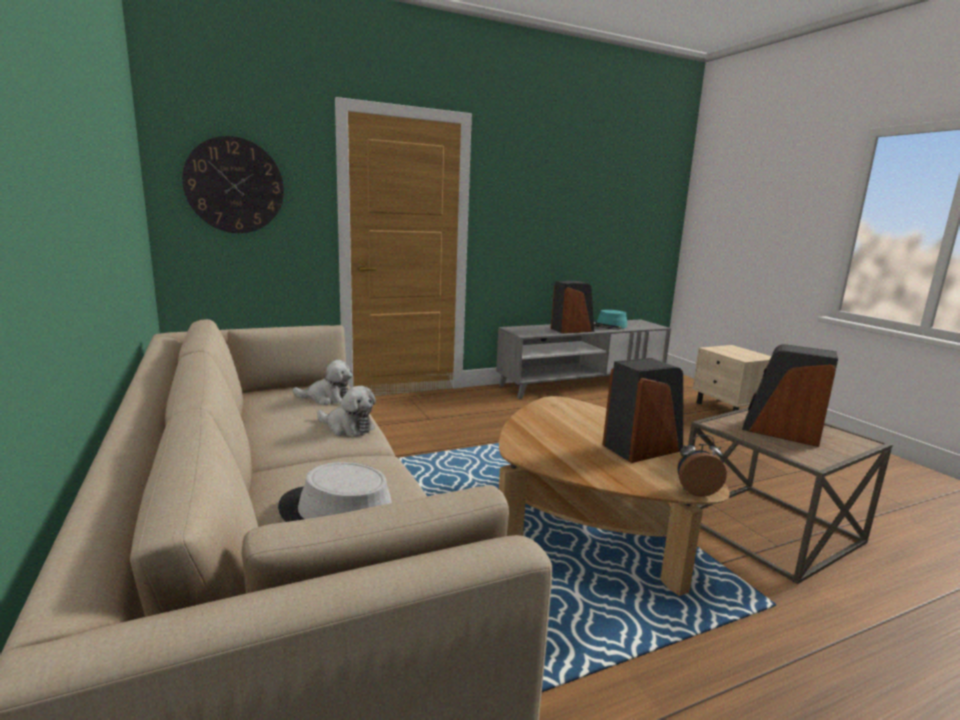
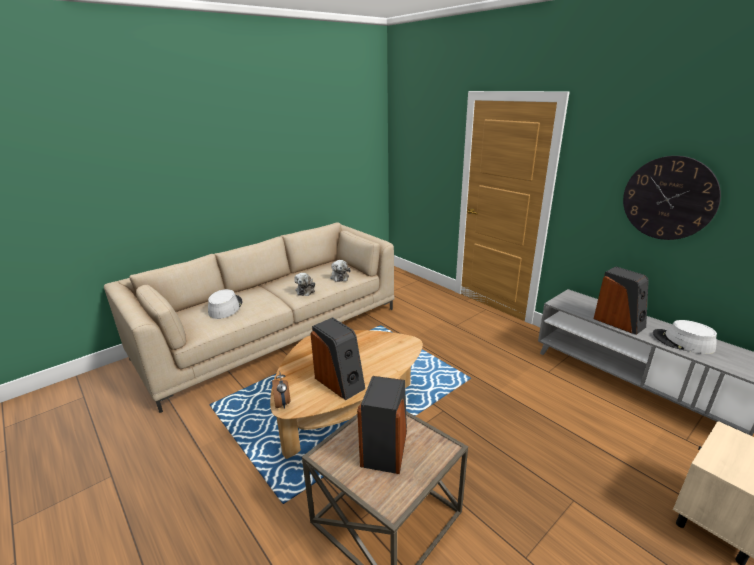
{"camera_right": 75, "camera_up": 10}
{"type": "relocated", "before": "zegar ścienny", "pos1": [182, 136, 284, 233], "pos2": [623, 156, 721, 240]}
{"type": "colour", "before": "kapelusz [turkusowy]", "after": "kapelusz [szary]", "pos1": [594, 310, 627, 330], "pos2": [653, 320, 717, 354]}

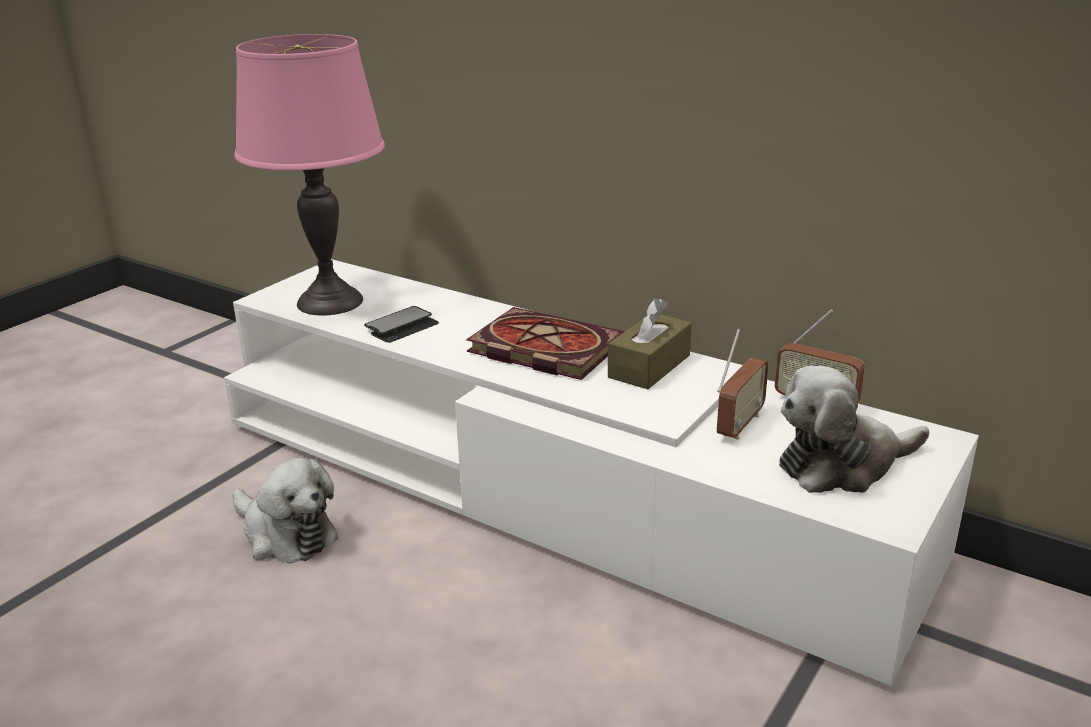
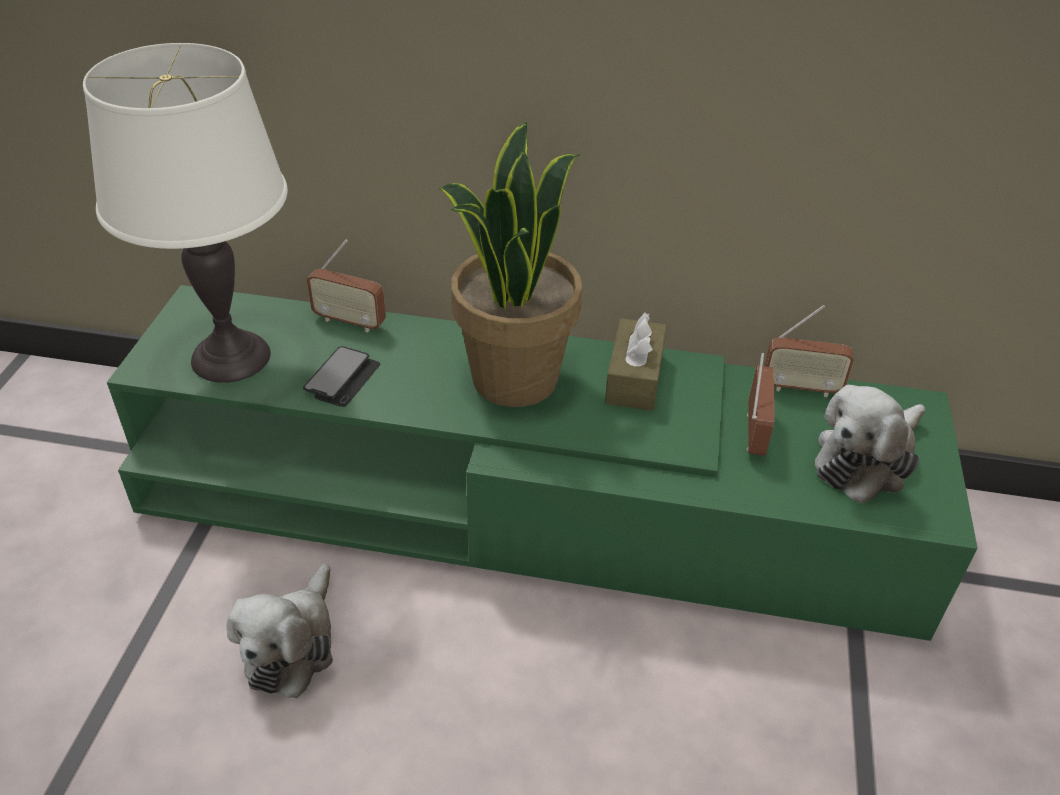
{"camera_right": -25, "camera_up": 15}
{"type": "colour", "before": "lampa stołowa [różowy]", "after": "lampa stołowa [biały]", "pos1": [234, 34, 385, 316], "pos2": [83, 43, 288, 383]}
{"type": "colour", "before": "szafka pod telewizor [biały]", "after": "szafka pod telewizor [zielony]", "pos1": [224, 259, 979, 686], "pos2": [107, 285, 978, 641]}
{"type": "exchanged", "before": "książka", "after": "roślina doniczkowa", "pos1": [466, 307, 624, 380], "pos2": [439, 122, 582, 407]}
{"type": "spun", "before": "pluszak", "pos1": [232, 458, 338, 563], "pos2": [226, 563, 333, 698], "turn": 90}
{"type": "appeared", "after": "radio", "pos2": [307, 239, 386, 333]}

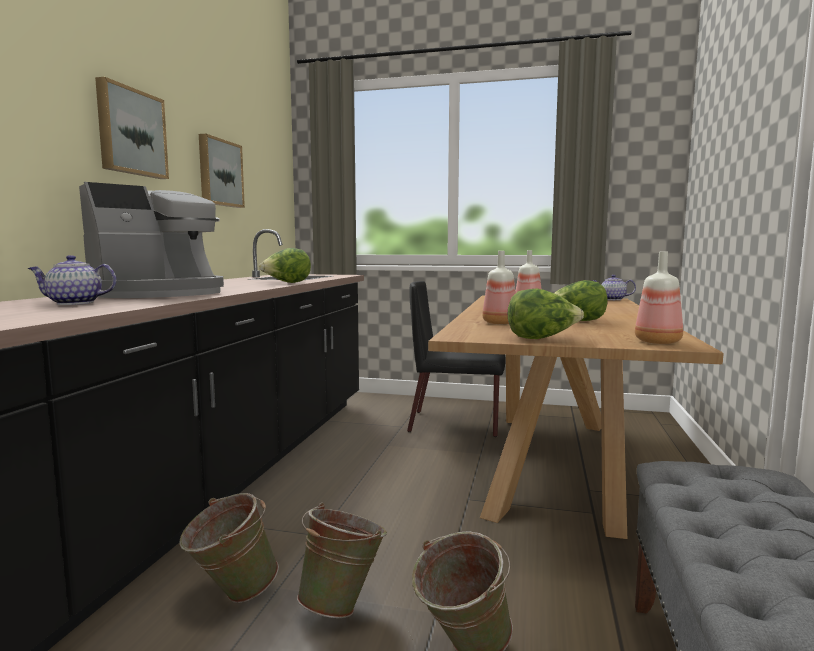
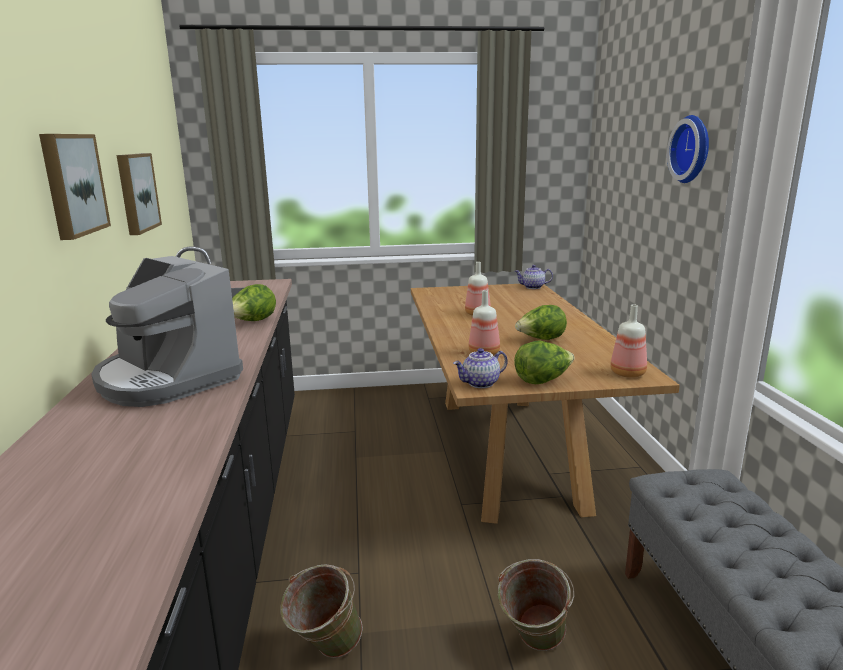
{"camera_right": -20, "camera_up": 10}
{"type": "spun", "before": "ekspres do kawy", "pos1": [79, 182, 224, 298], "pos2": [91, 256, 243, 407], "turn": 105}
{"type": "relocated", "before": "imbryk", "pos1": [28, 255, 117, 305], "pos2": [453, 348, 508, 388]}
{"type": "missing", "before": "krzesło [czarny]", "pos1": [407, 281, 506, 437]}
{"type": "missing", "before": "wiadro [zielony]", "pos1": [297, 503, 387, 618]}
{"type": "appeared", "after": "zegar ścienny", "pos2": [667, 115, 709, 183]}

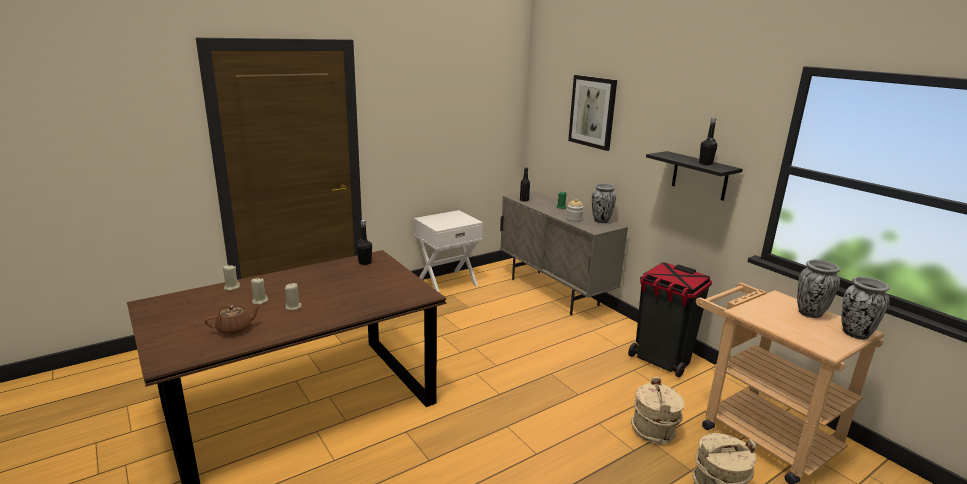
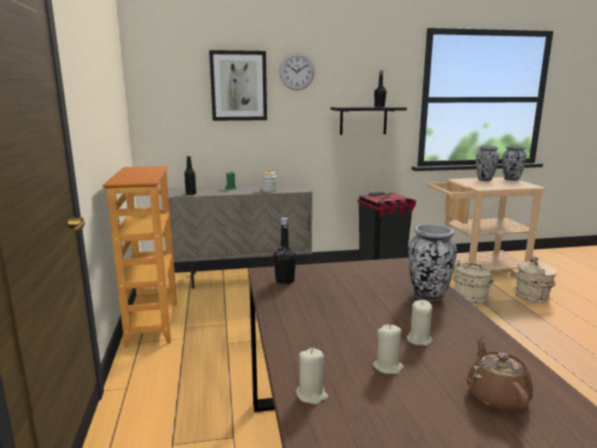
{"camera_right": -65, "camera_up": -5}
{"type": "relocated", "before": "wazon", "pos1": [592, 184, 616, 223], "pos2": [408, 224, 457, 301]}
{"type": "exchanged", "before": "szafka nocna [biały]", "after": "regał", "pos1": [414, 210, 483, 293], "pos2": [103, 166, 177, 347]}
{"type": "appeared", "after": "zegar ścienny", "pos2": [279, 53, 314, 90]}

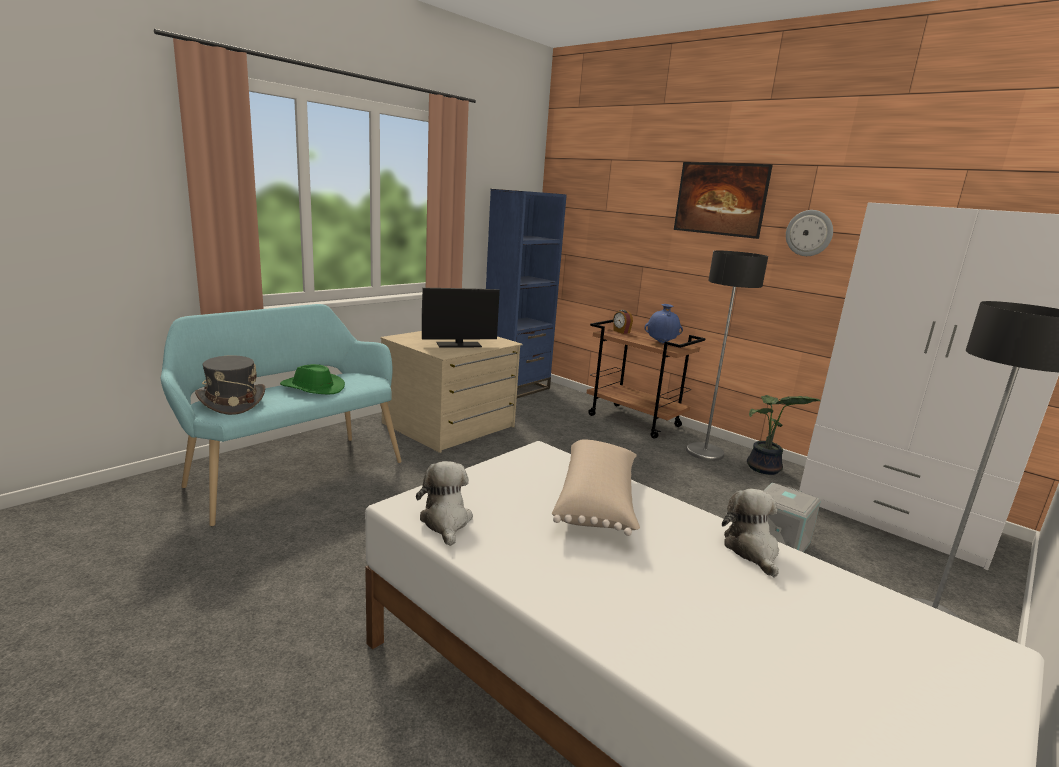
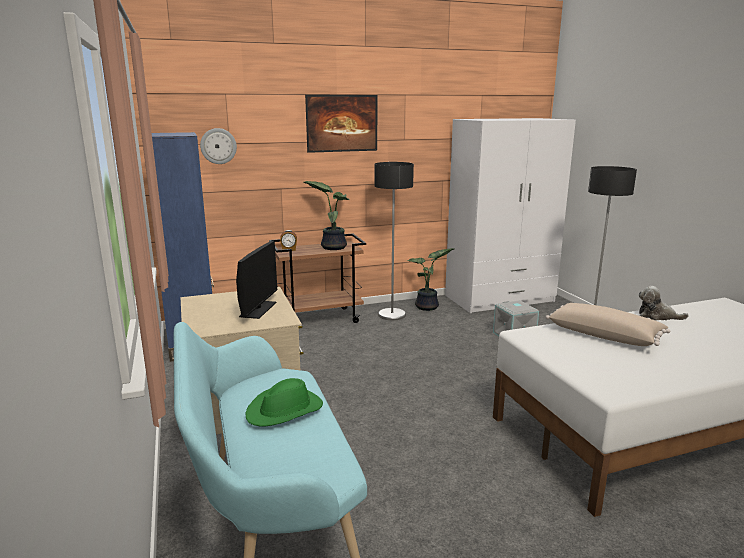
{"camera_right": -60, "camera_up": 0}
{"type": "relocated", "before": "zegar ścienny", "pos1": [786, 210, 833, 256], "pos2": [200, 128, 237, 164]}
{"type": "exchanged", "before": "wazon [niebieski]", "after": "roślina doniczkowa", "pos1": [645, 304, 683, 343], "pos2": [303, 181, 349, 250]}
{"type": "missing", "before": "kapelusz [szary]", "pos1": [195, 355, 265, 415]}
{"type": "missing", "before": "pluszak", "pos1": [416, 461, 473, 546]}

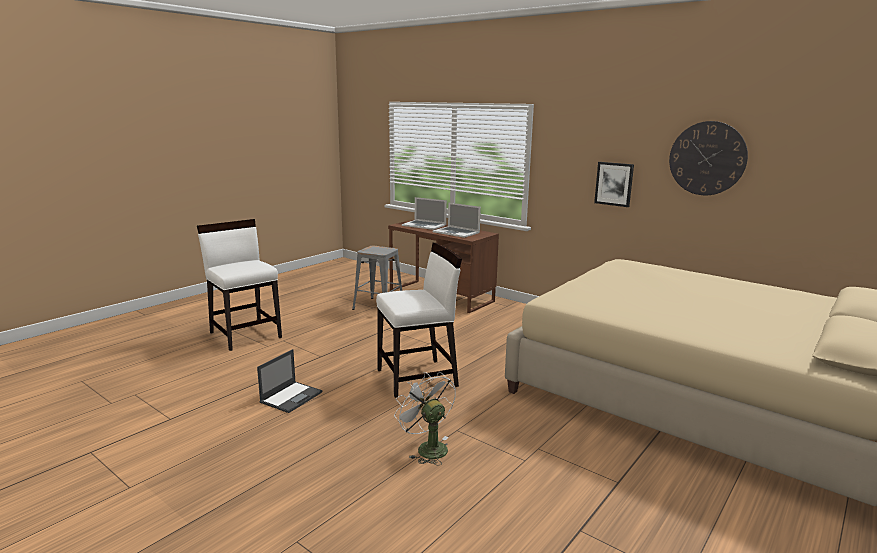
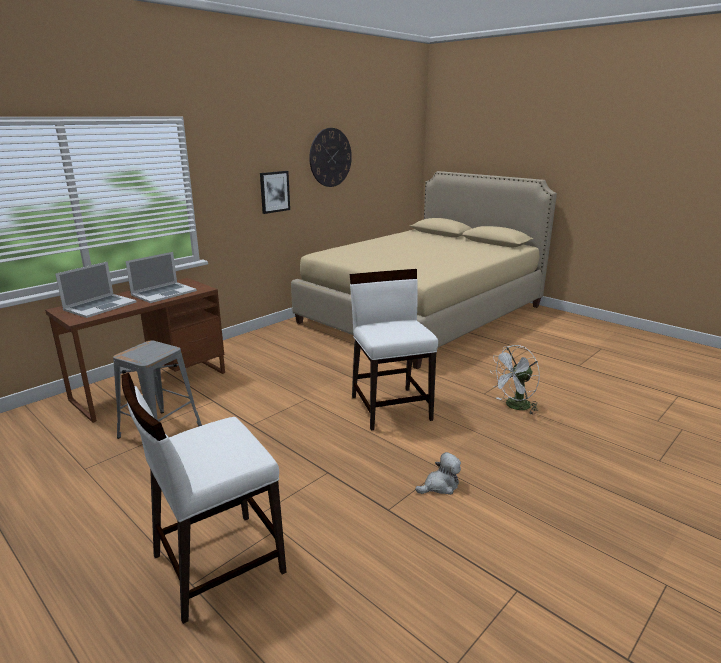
{"camera_right": -85, "camera_up": 5}
{"type": "exchanged", "before": "laptop", "after": "pluszak", "pos1": [257, 349, 322, 413], "pos2": [415, 452, 461, 495]}

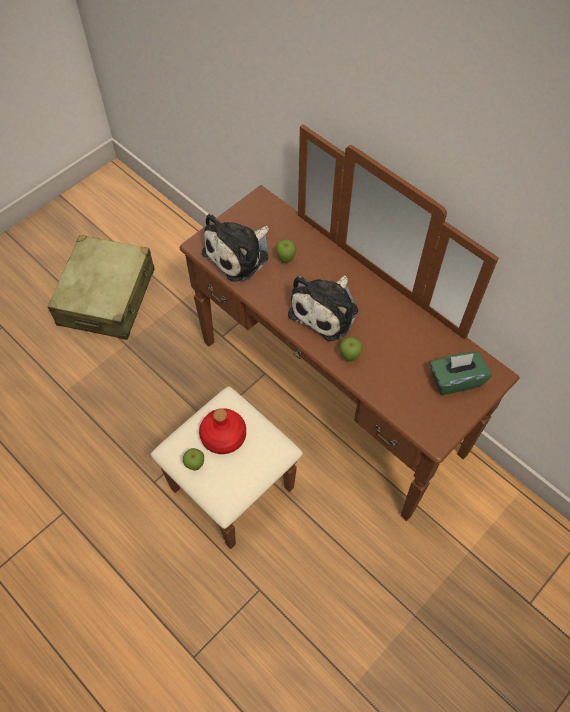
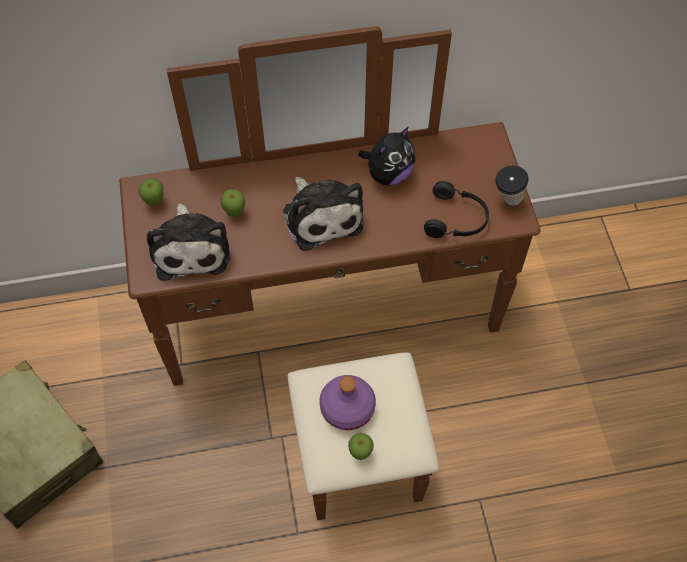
{"camera_right": -55, "camera_up": 0}
{"type": "relocated", "before": "jabłko", "pos1": [340, 337, 363, 362], "pos2": [139, 178, 163, 206]}
{"type": "missing", "before": "pudełko chusteczek [zielony]", "pos1": [430, 352, 492, 395]}
{"type": "colour", "before": "butelka [czerwony]", "after": "butelka [fioletowy]", "pos1": [199, 408, 246, 454], "pos2": [319, 375, 376, 430]}
{"type": "appeared", "after": "pluszak", "pos2": [358, 126, 415, 185]}
{"type": "appeared", "after": "filiżanka", "pos2": [495, 165, 529, 206]}
{"type": "appeared", "after": "słuchawki [czarny]", "pos2": [424, 181, 489, 238]}

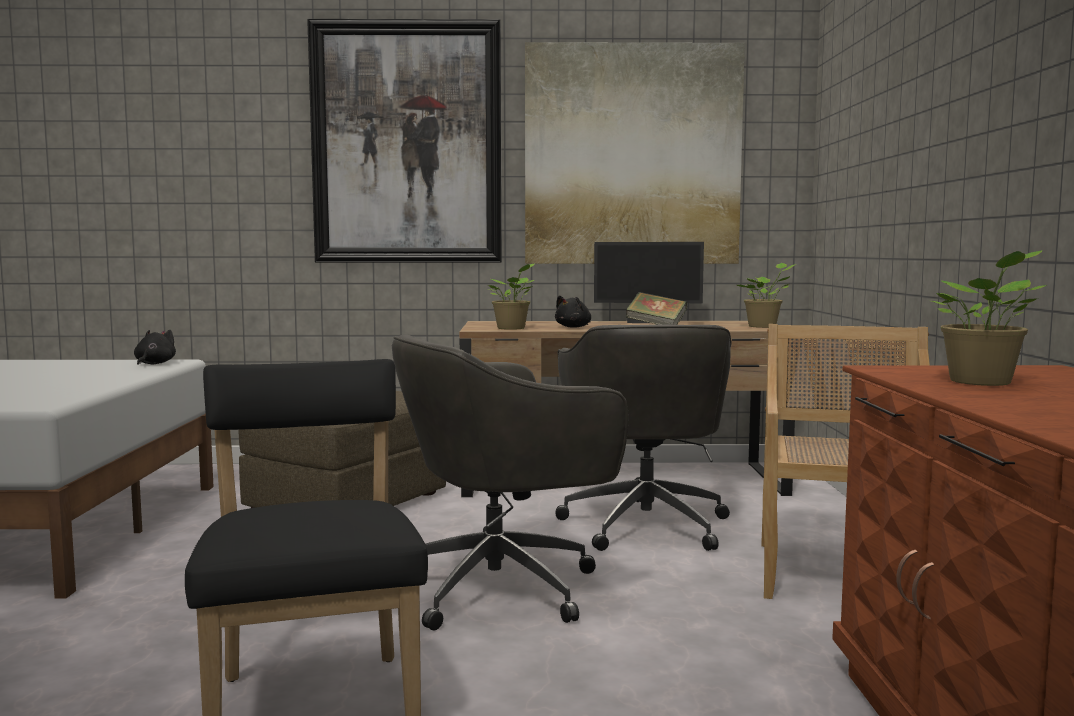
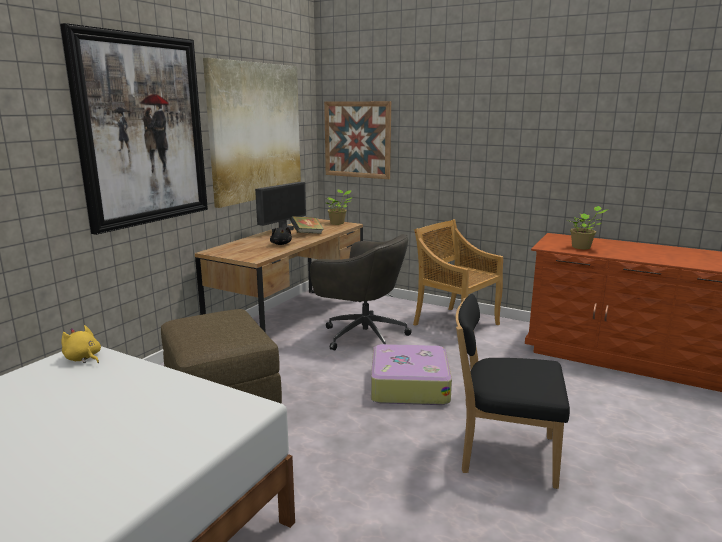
{"camera_right": -60, "camera_up": 10}
{"type": "missing", "before": "roślina doniczkowa", "pos1": [488, 263, 535, 330]}
{"type": "colour", "before": "pluszak [czarny]", "after": "pluszak [żółty]", "pos1": [134, 330, 176, 365], "pos2": [61, 325, 101, 363]}
{"type": "exchanged", "before": "krzesło biurowe [szary]", "after": "walizka", "pos1": [392, 334, 628, 631], "pos2": [371, 344, 452, 405]}
{"type": "appeared", "after": "obraz", "pos2": [324, 101, 391, 179]}

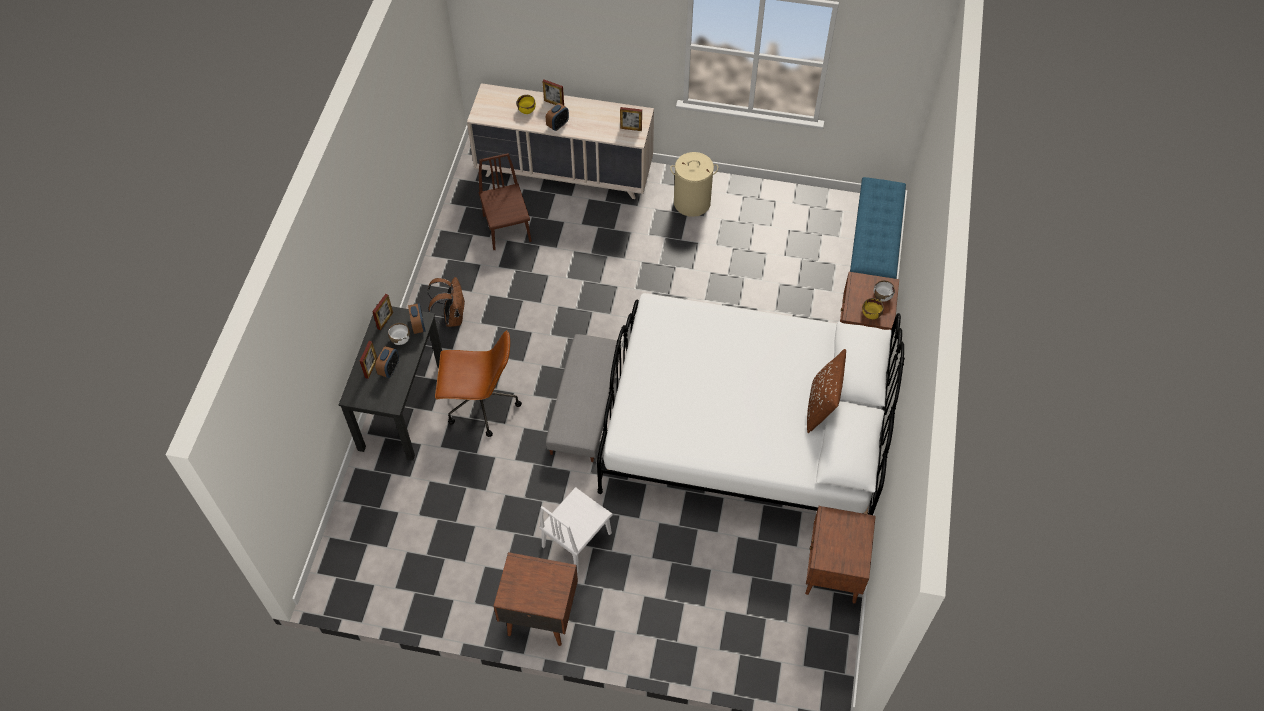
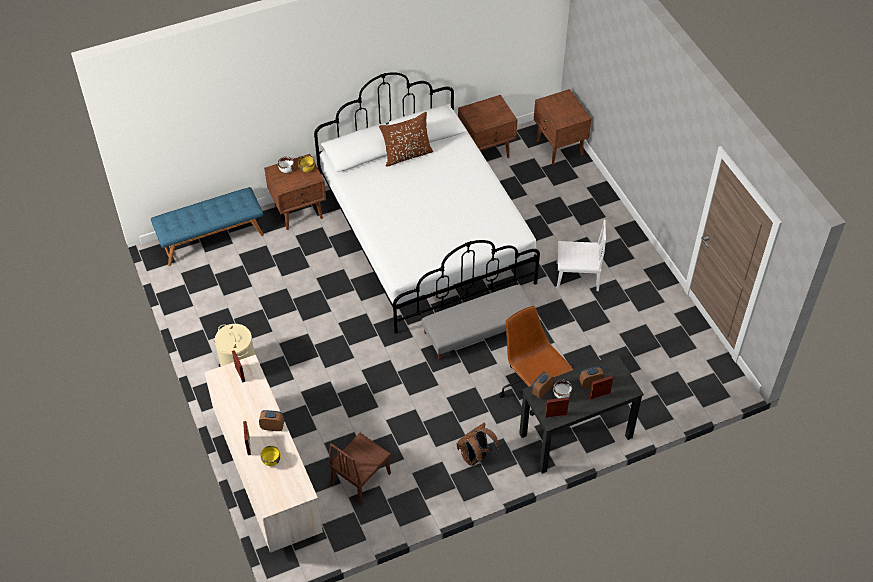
{"camera_right": -125, "camera_up": -5}
{"type": "relocated", "before": "szafka nocna [brązowy]", "pos1": [493, 552, 578, 646], "pos2": [534, 89, 591, 165]}

